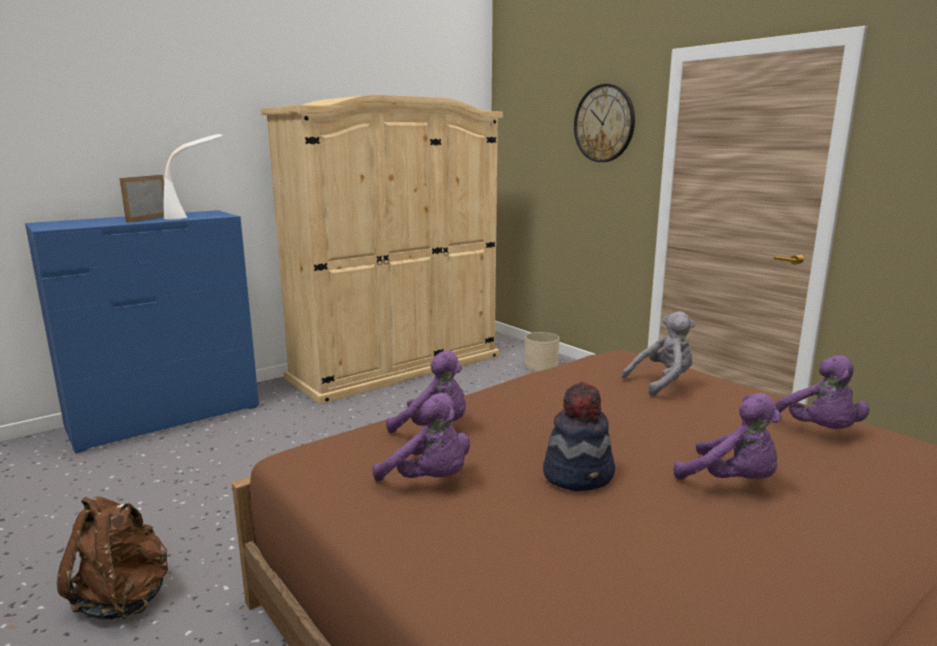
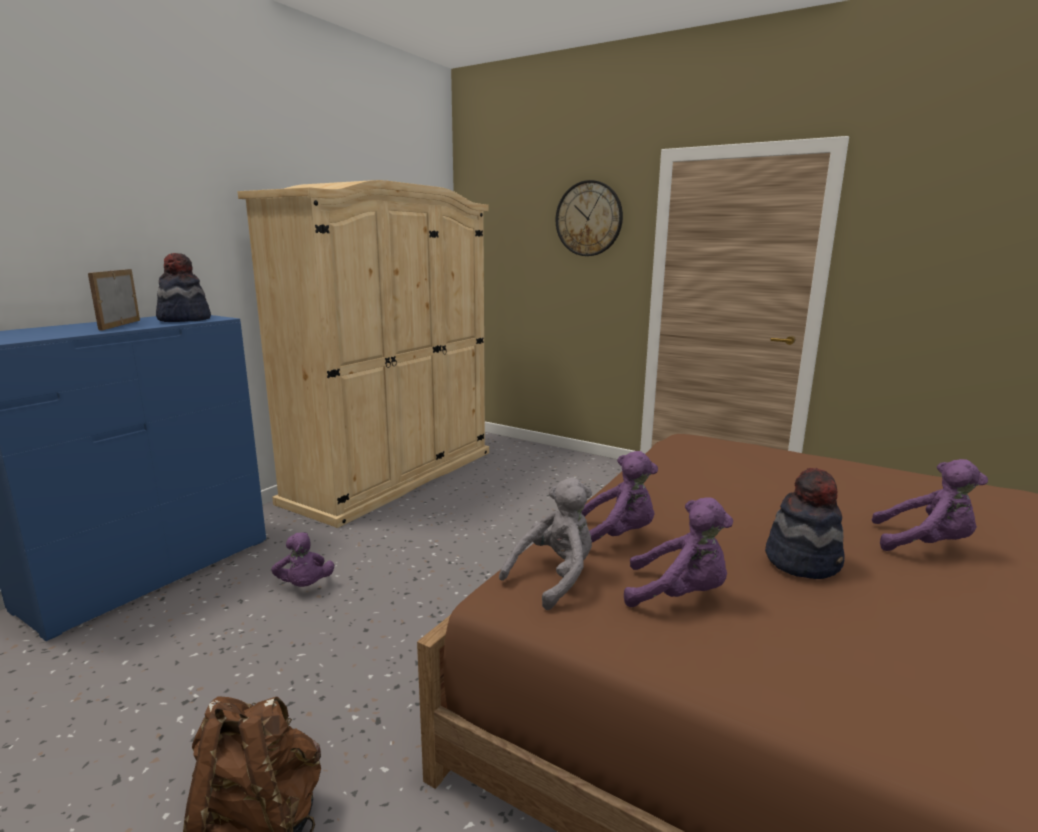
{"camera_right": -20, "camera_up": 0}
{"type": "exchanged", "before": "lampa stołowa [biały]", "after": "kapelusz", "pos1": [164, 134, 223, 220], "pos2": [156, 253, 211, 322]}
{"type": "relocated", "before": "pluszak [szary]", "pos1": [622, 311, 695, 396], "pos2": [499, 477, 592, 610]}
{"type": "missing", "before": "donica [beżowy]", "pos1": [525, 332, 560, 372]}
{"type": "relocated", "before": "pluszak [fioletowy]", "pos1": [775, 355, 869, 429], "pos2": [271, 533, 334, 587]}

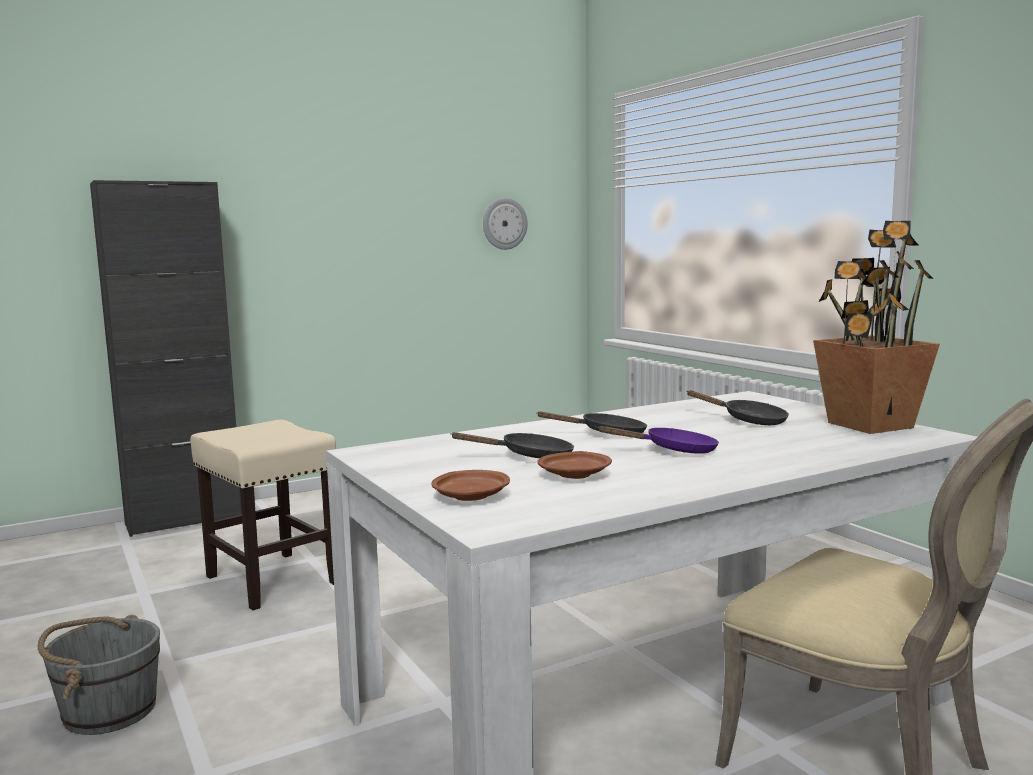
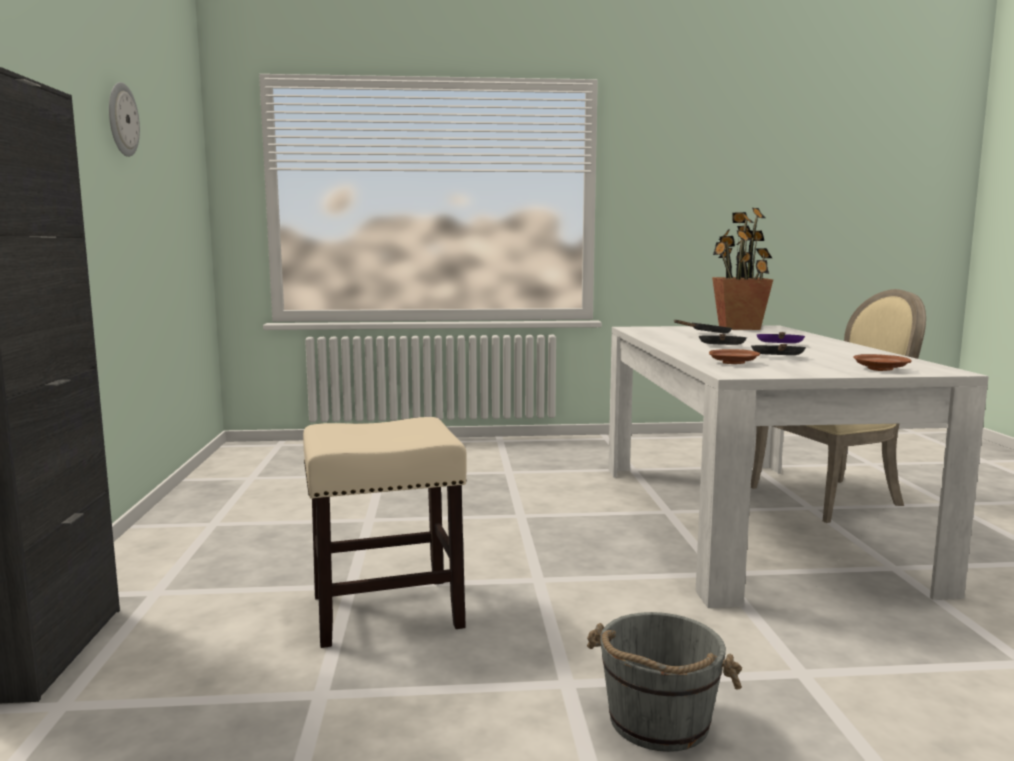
{"camera_right": -65, "camera_up": 0}
{"type": "relocated", "before": "zegar ścienny", "pos1": [483, 198, 528, 250], "pos2": [109, 82, 140, 157]}
{"type": "relocated", "before": "talerz [brązowy]", "pos1": [537, 451, 612, 479], "pos2": [709, 349, 760, 364]}

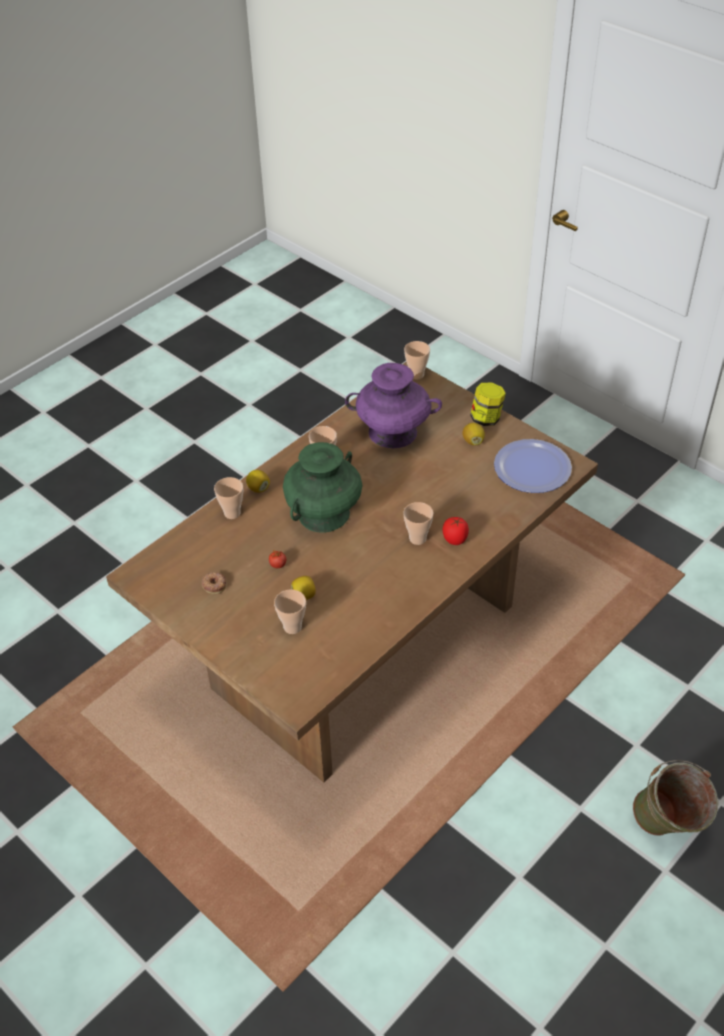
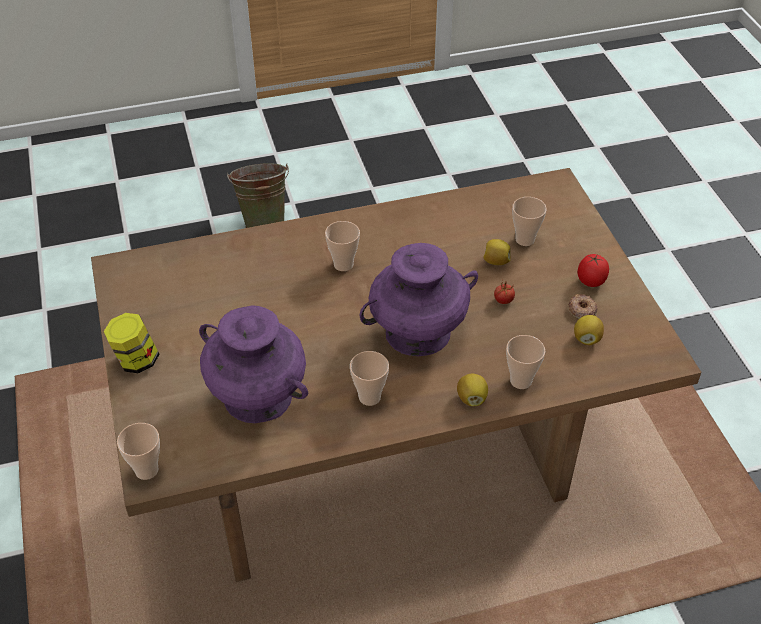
{"camera_right": -150, "camera_up": 0}
{"type": "relocated", "before": "cytryna", "pos1": [462, 423, 485, 445], "pos2": [574, 315, 604, 345]}
{"type": "missing", "before": "talerz", "pos1": [494, 439, 572, 493]}
{"type": "colour", "before": "wazon [zielony]", "after": "wazon [fioletowy]", "pos1": [283, 442, 362, 533], "pos2": [360, 243, 478, 356]}
{"type": "relocated", "before": "pomidor", "pos1": [443, 517, 469, 545], "pos2": [577, 254, 609, 287]}

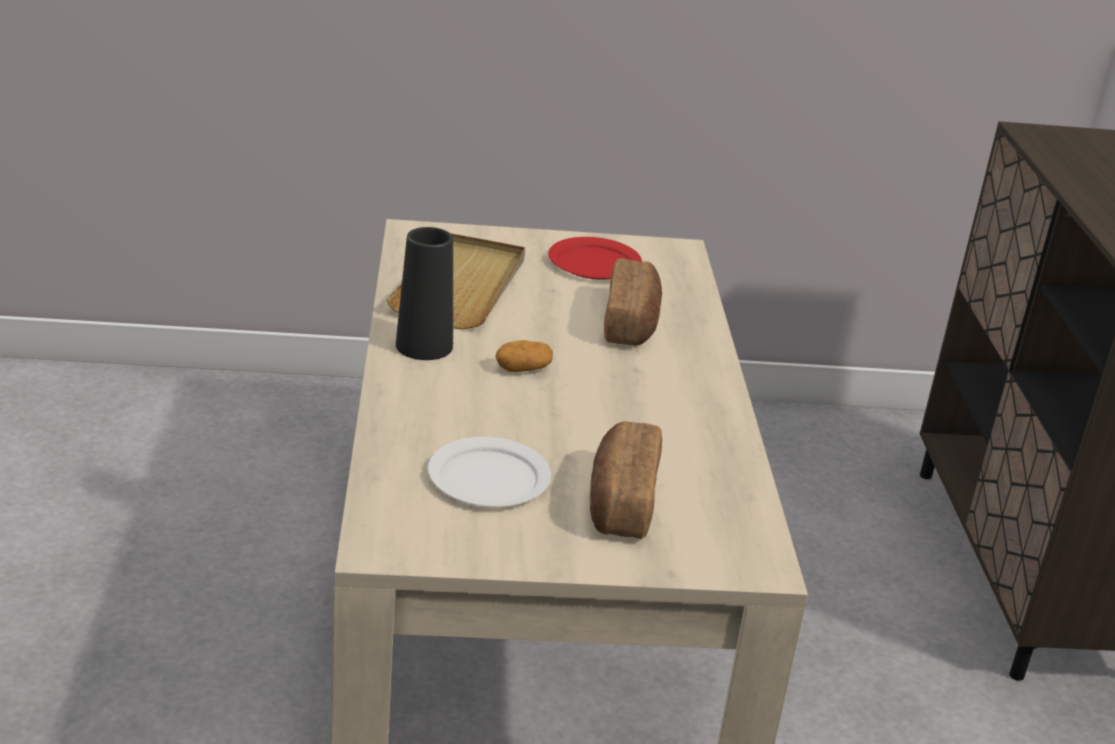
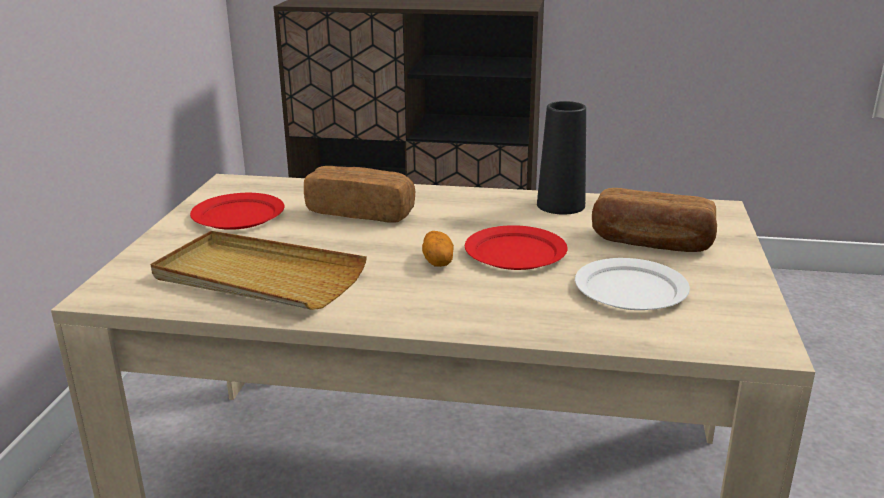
{"camera_right": -75, "camera_up": -5}
{"type": "relocated", "before": "wazon [czarny]", "pos1": [396, 227, 453, 360], "pos2": [537, 101, 586, 215]}
{"type": "appeared", "after": "talerz [czerwony]", "pos2": [465, 225, 568, 270]}

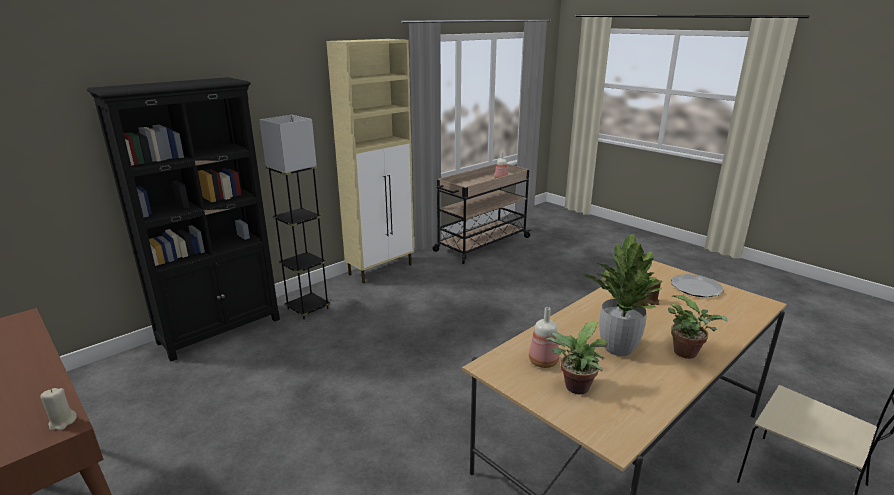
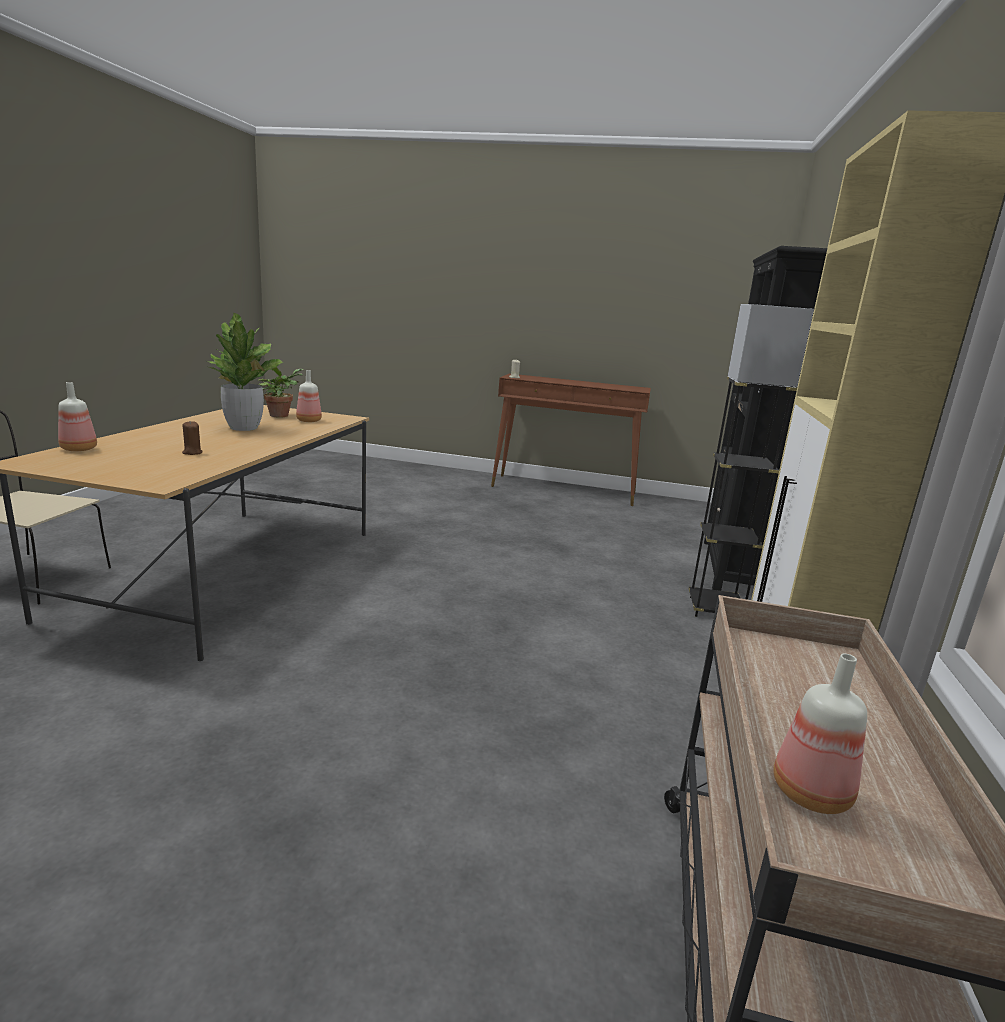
{"camera_right": 145, "camera_up": -5}
{"type": "missing", "before": "talerz", "pos1": [671, 274, 724, 297]}
{"type": "missing", "before": "roślina doniczkowa", "pos1": [668, 295, 727, 359]}
{"type": "appeared", "after": "butelka", "pos2": [58, 382, 97, 451]}

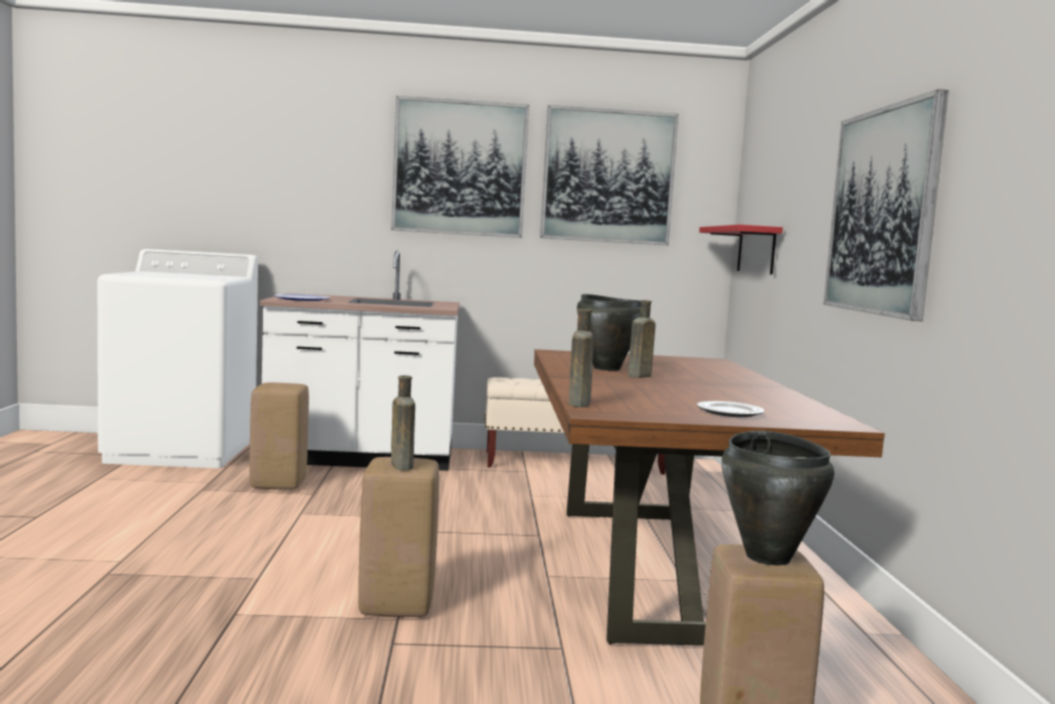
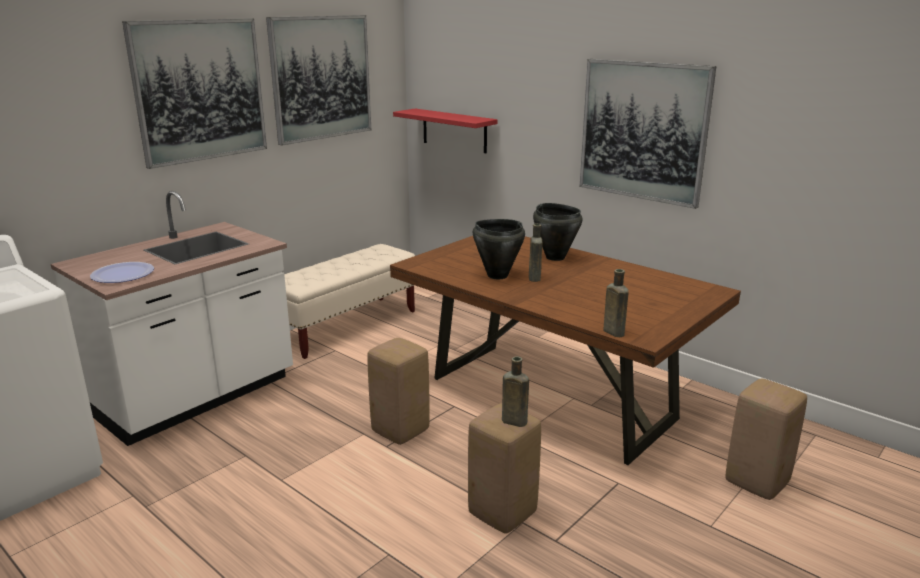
{"camera_right": -45, "camera_up": 15}
{"type": "relocated", "before": "stołek [beżowy]", "pos1": [250, 383, 309, 490], "pos2": [367, 338, 430, 445]}
{"type": "missing", "before": "talerz", "pos1": [697, 401, 765, 417]}
{"type": "relocated", "before": "garnek [czarny]", "pos1": [722, 431, 834, 565], "pos2": [533, 203, 583, 261]}

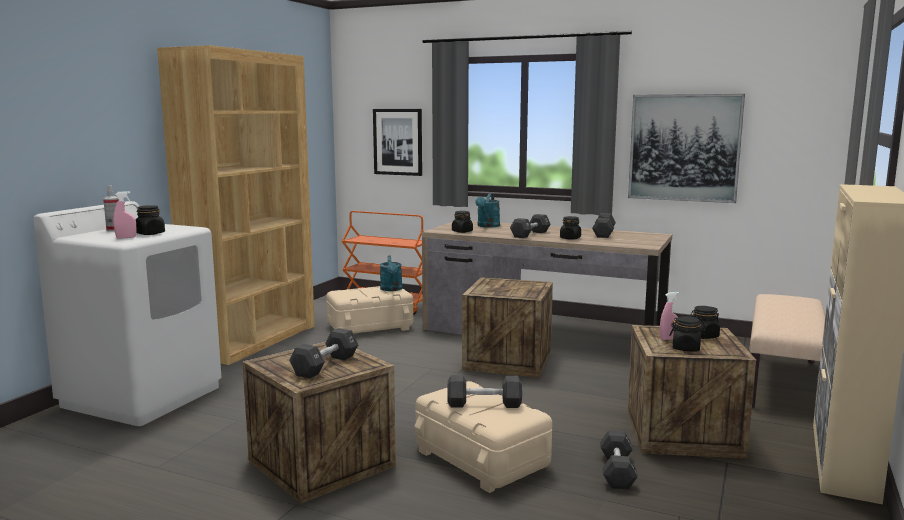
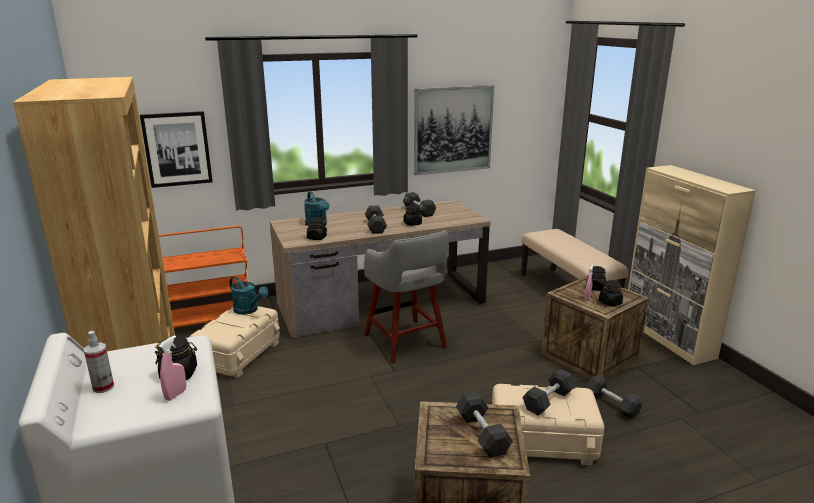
{"camera_right": -45, "camera_up": 10}
{"type": "exchanged", "before": "skrzynka", "after": "stołek [szary]", "pos1": [462, 277, 553, 378], "pos2": [364, 230, 449, 364]}

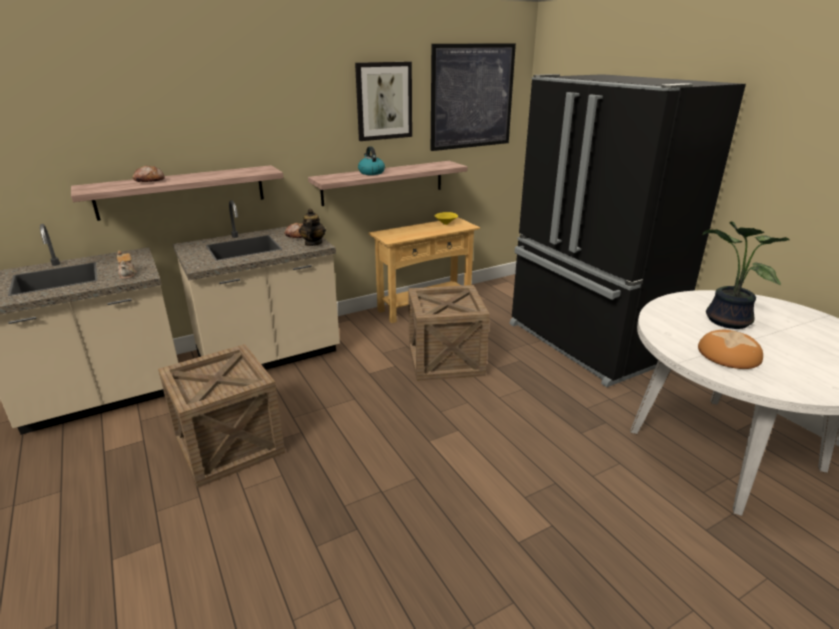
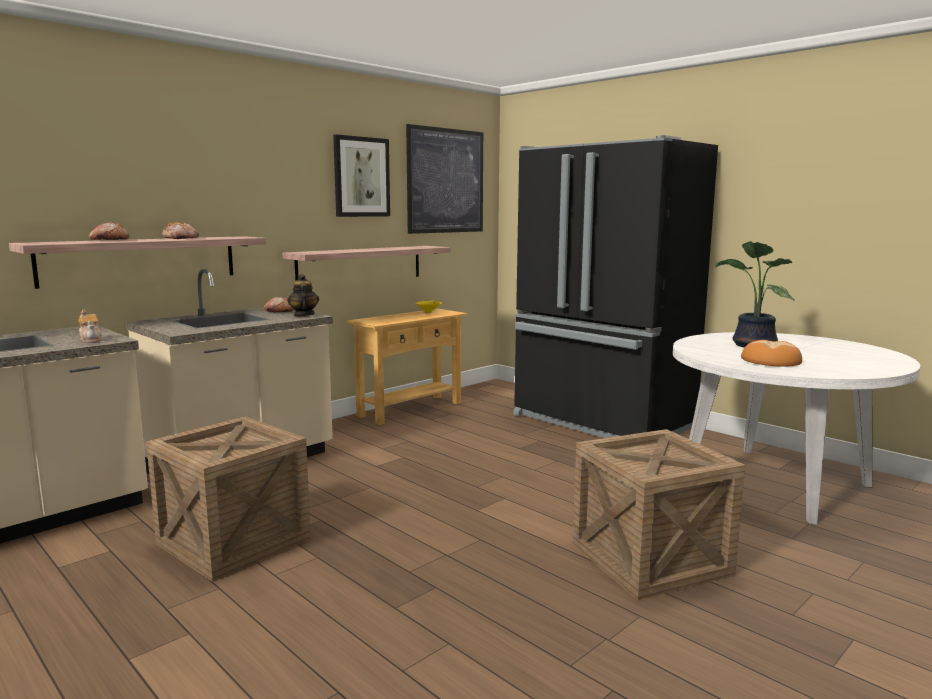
{"camera_right": -15, "camera_up": -15}
{"type": "missing", "before": "czajnik", "pos1": [358, 146, 385, 175]}
{"type": "relocated", "before": "skrzynka", "pos1": [408, 285, 490, 381], "pos2": [572, 429, 745, 600]}
{"type": "appeared", "after": "chleb", "pos2": [162, 221, 199, 239]}

